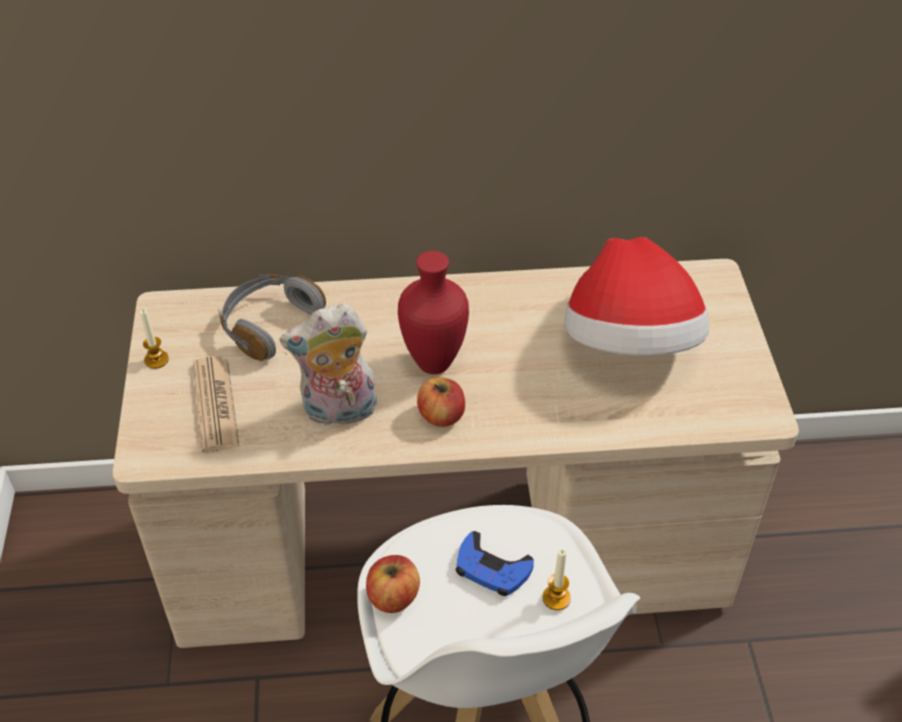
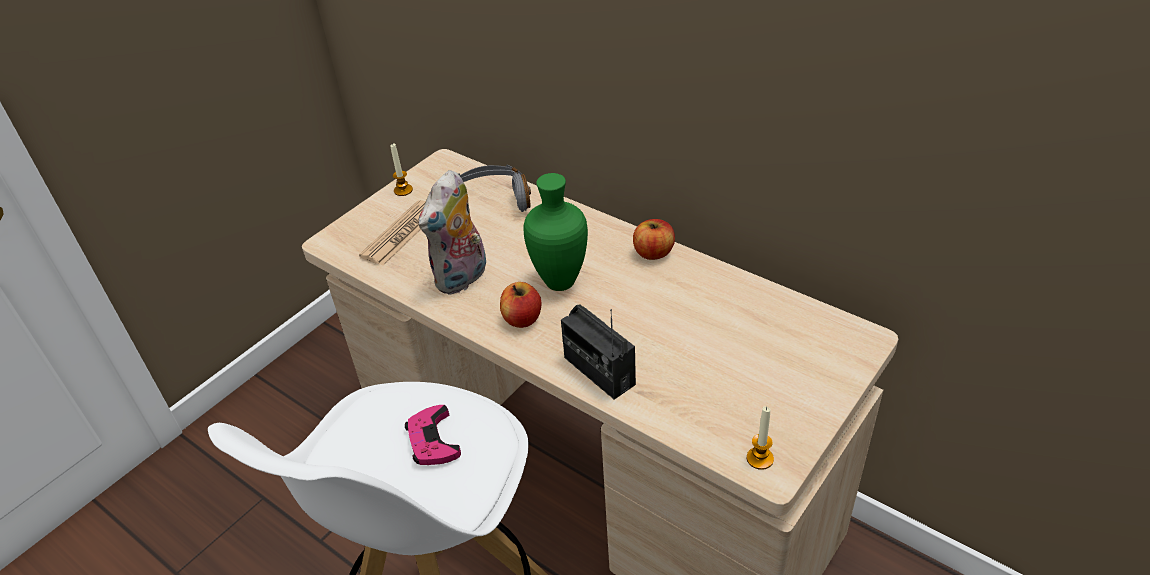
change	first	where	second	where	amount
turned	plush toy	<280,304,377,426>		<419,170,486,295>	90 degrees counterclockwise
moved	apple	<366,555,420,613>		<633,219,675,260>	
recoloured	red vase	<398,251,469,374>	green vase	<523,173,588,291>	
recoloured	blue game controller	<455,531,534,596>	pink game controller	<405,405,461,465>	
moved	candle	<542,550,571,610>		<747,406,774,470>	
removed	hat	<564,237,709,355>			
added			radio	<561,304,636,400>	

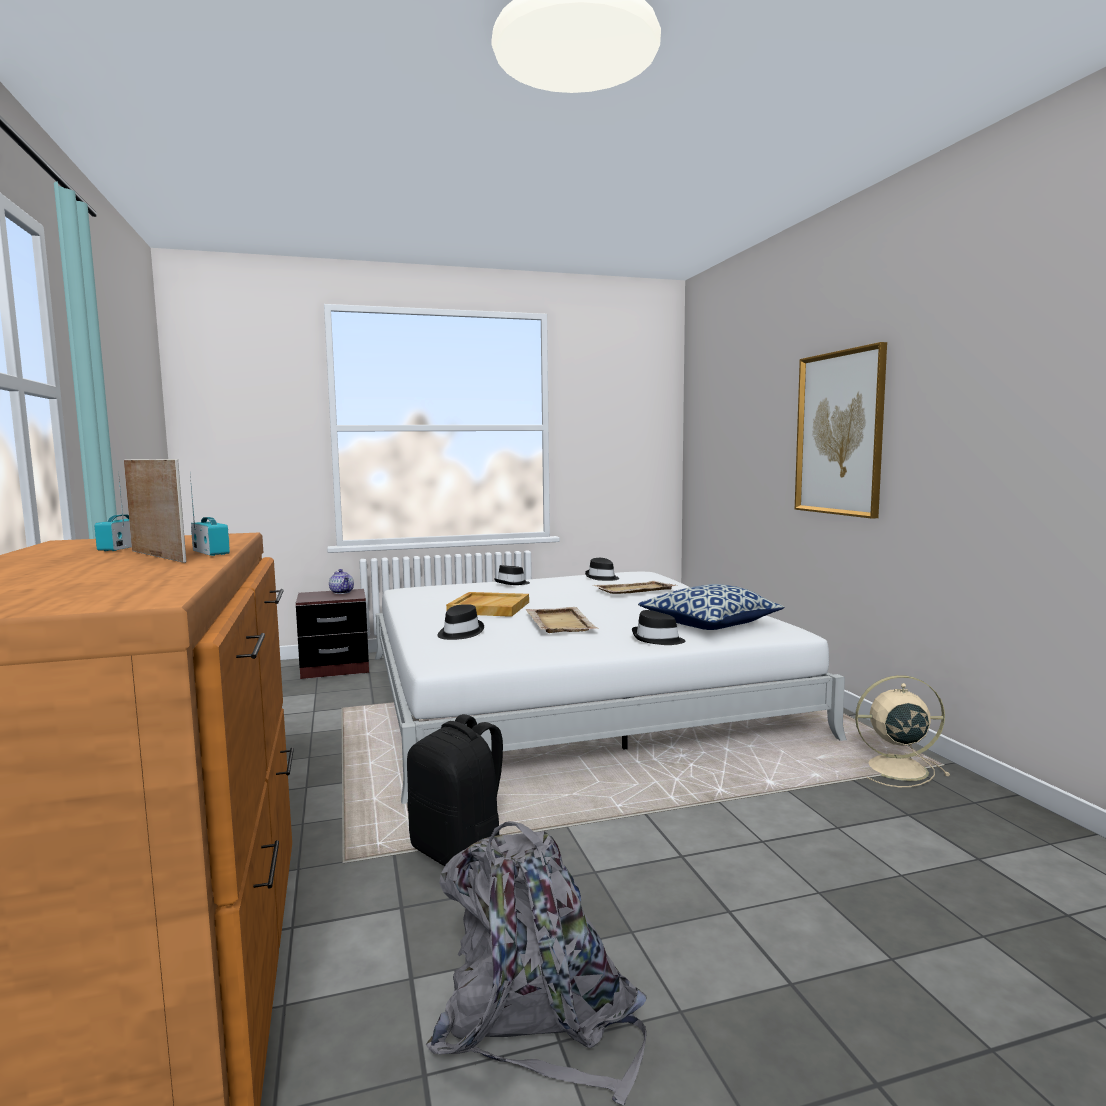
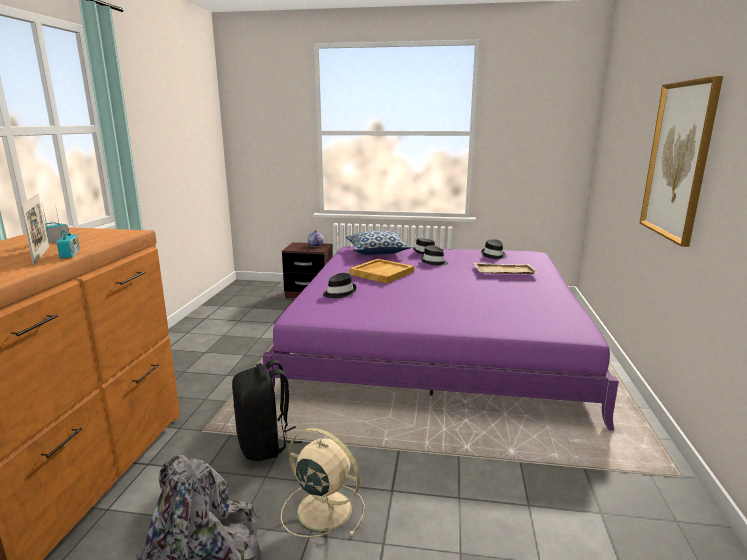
change	first	where	second	where	amount
recoloured	white bed	<375,572,847,804>	purple bed	<263,247,619,431>	
removed	beige tray	<525,607,599,633>			
moved	black hat	<632,610,685,645>		<420,245,448,266>	
moved	pillow	<638,584,785,630>		<346,231,411,255>	
moved	beige fan	<855,675,950,787>		<281,428,365,538>	

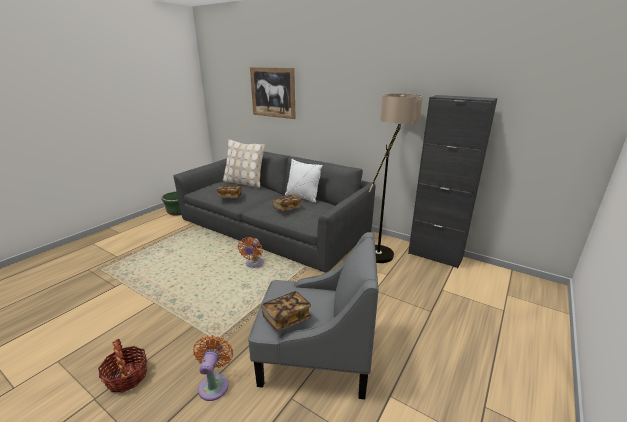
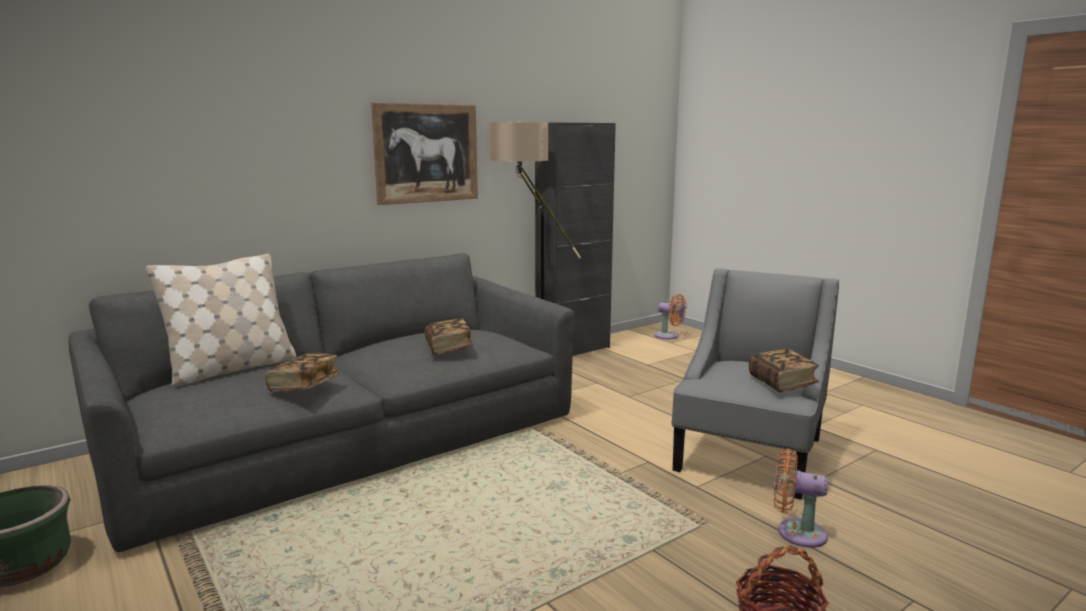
change	first	where	second	where	amount
moved	orange fan	<238,237,264,268>		<654,294,687,339>	
moved	picture	<250,67,296,119>		<371,102,478,205>	
removed	white pillow	<285,159,323,203>			

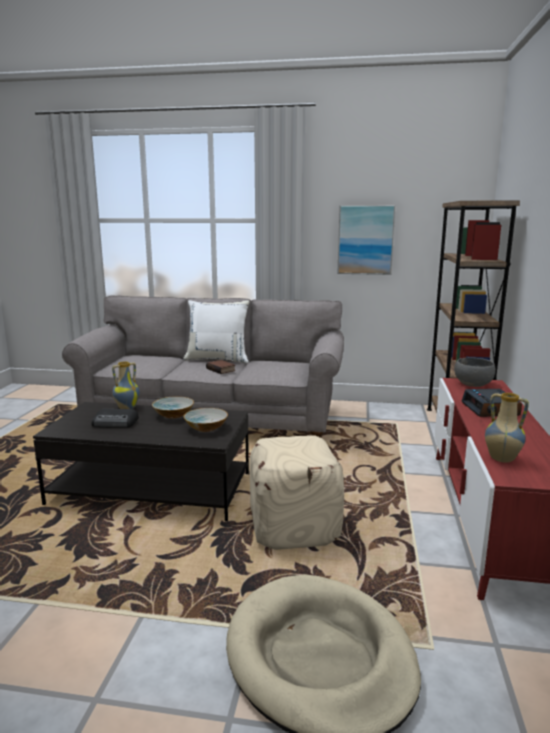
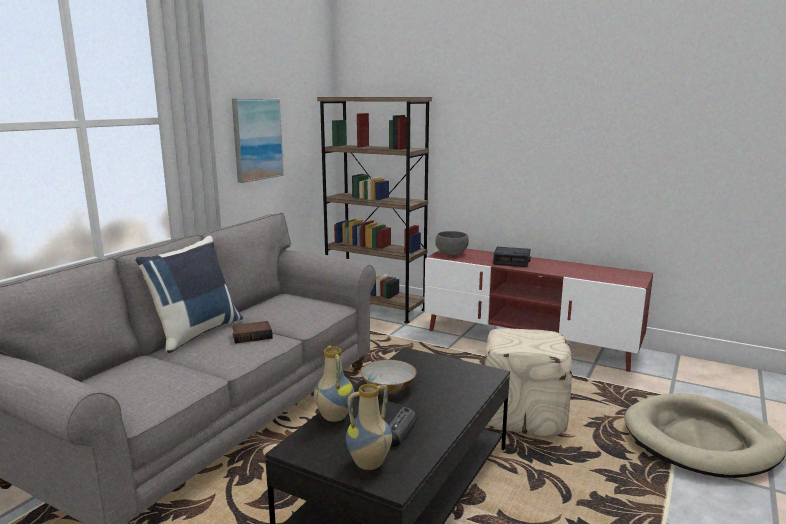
change	first	where	second	where	amount
recoloured	white pillow	<183,300,250,363>	blue pillow	<135,236,243,353>	
removed	bowl	<184,408,228,432>			
moved	vase	<485,393,529,463>		<346,384,392,470>	

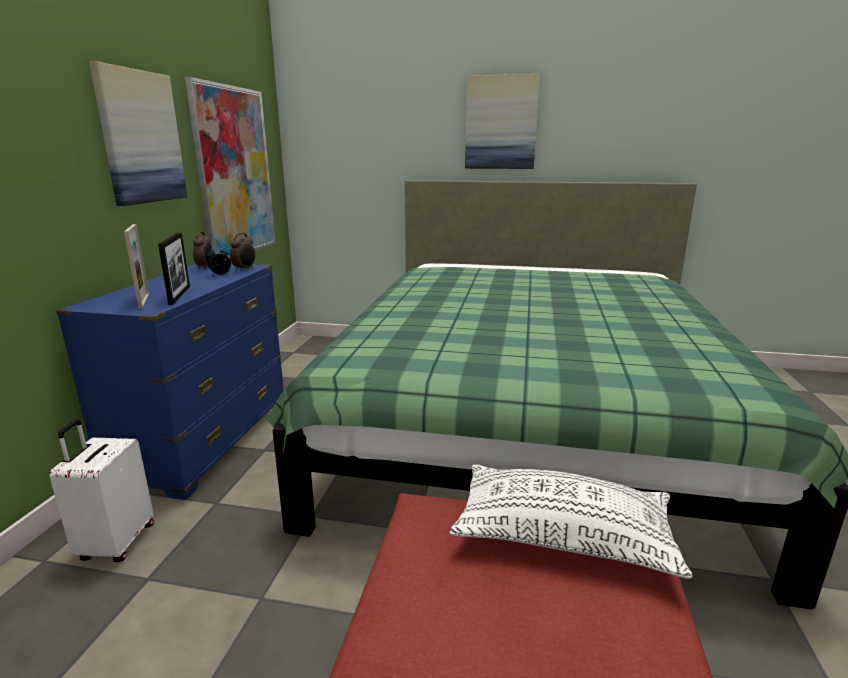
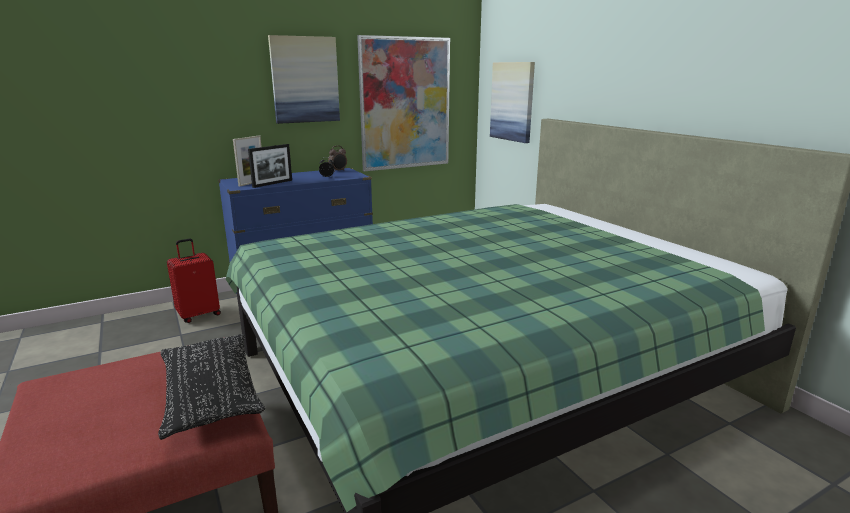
change	first	where	second	where	amount
recoloured	white suitcase	<49,419,154,562>	red suitcase	<167,238,221,323>	
removed	alarm clock	<230,233,255,271>			
recoloured	white pillow	<450,464,692,579>	black pillow	<158,334,265,440>	
moved	picture	<465,74,540,169>		<490,62,535,143>	

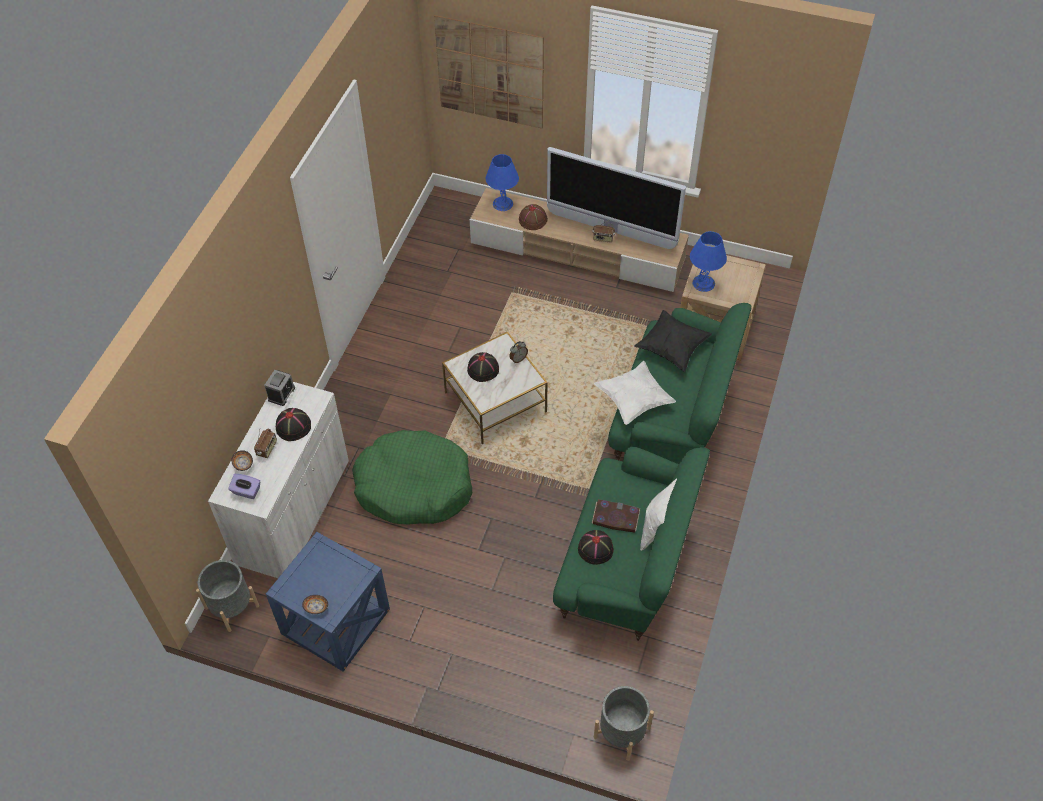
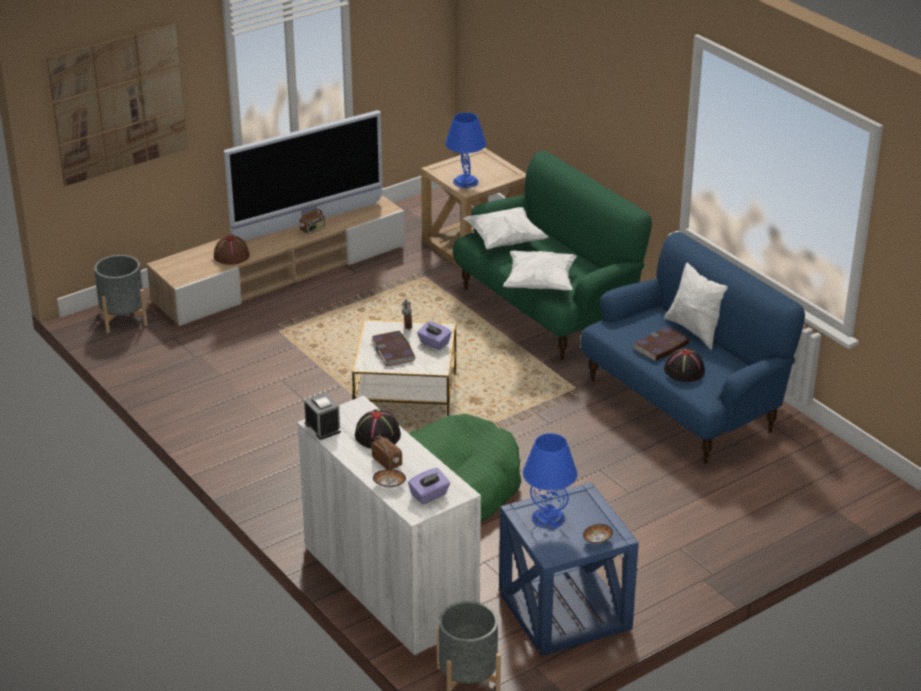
change	first	where	second	where	amount
replaced	black hat	<467,352,499,382>	book	<371,331,415,366>	
moved	blue table lamp	<486,154,519,211>		<523,433,577,529>	
recoloured	green sofa	<553,447,710,641>	blue sofa	<580,232,805,464>	
moved	grey planter	<594,686,654,761>		<94,255,148,333>	
recoloured	black pillow	<634,310,712,372>	white pillow	<464,207,548,249>	
added			purple tissue box	<417,321,452,350>	

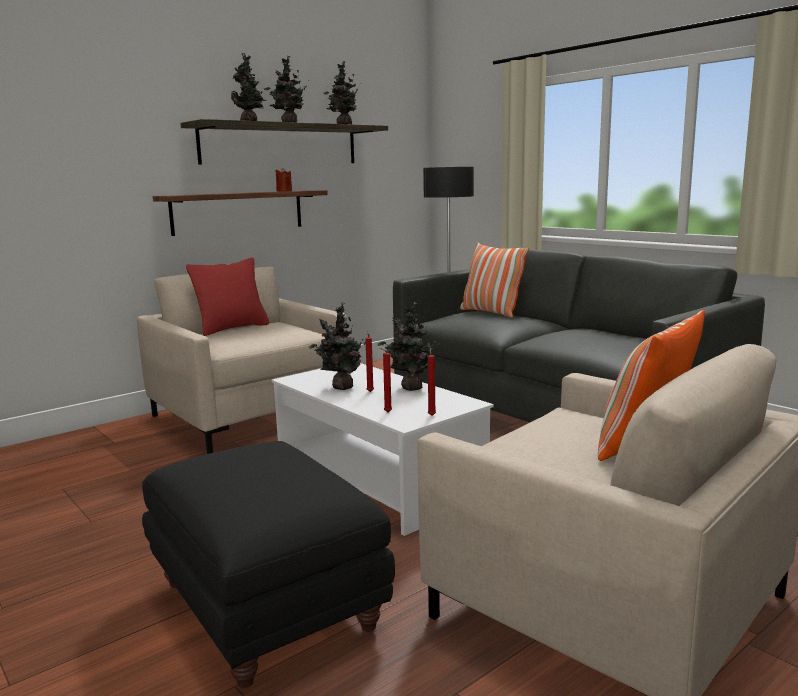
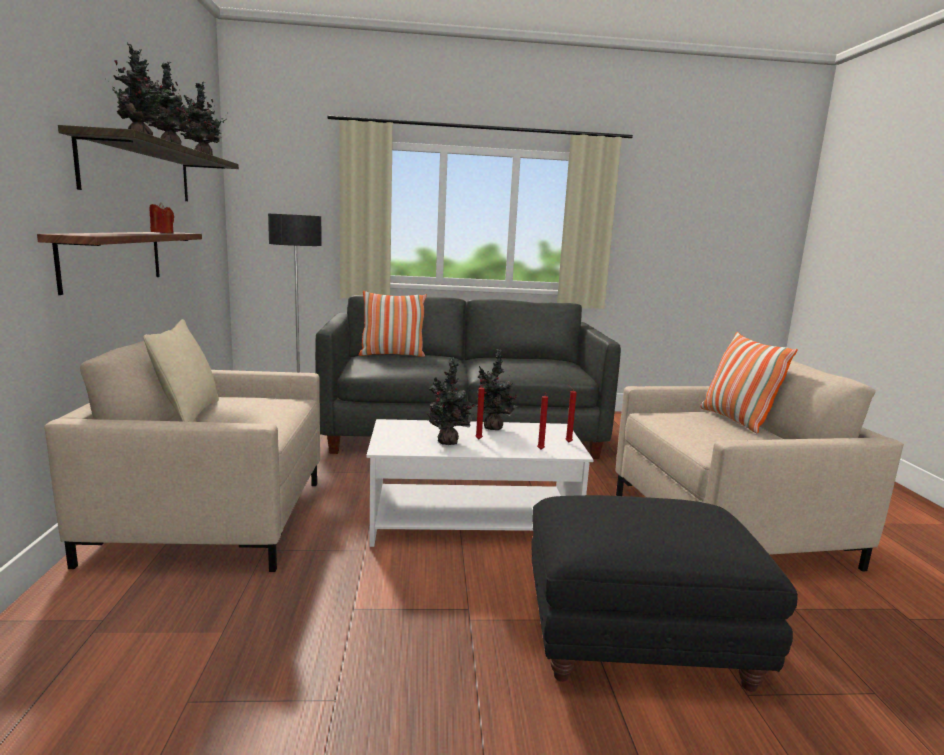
change	first	where	second	where	amount
recoloured	red pillow	<186,257,269,336>	beige pillow	<143,319,219,422>	

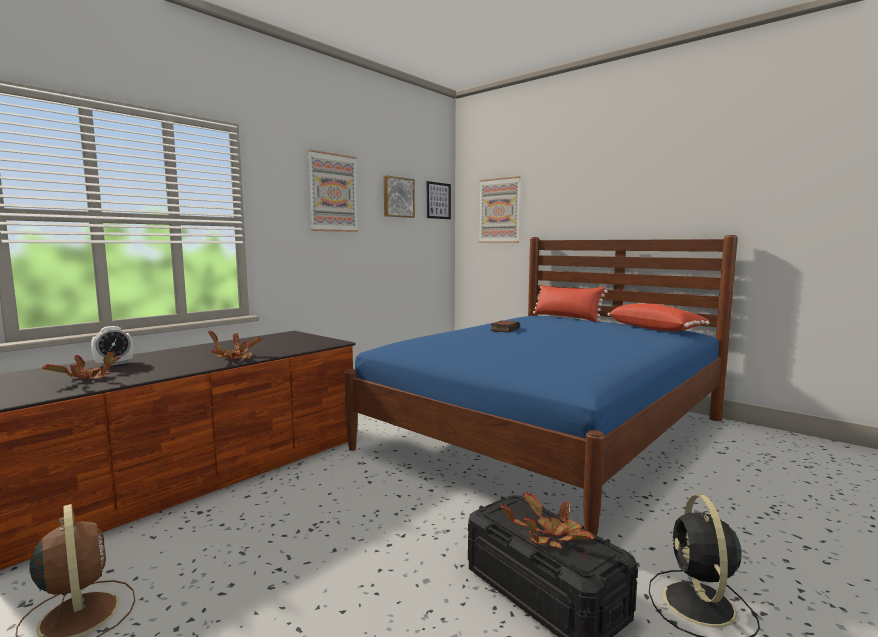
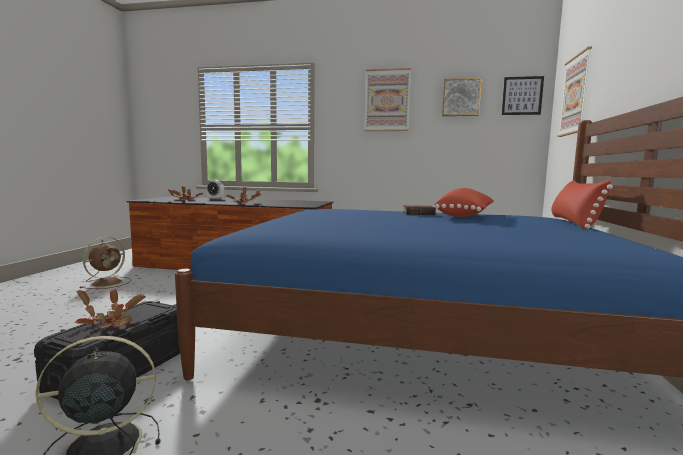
change	first	where	second	where	amount
moved	red pillow	<607,303,710,331>		<435,188,494,217>	

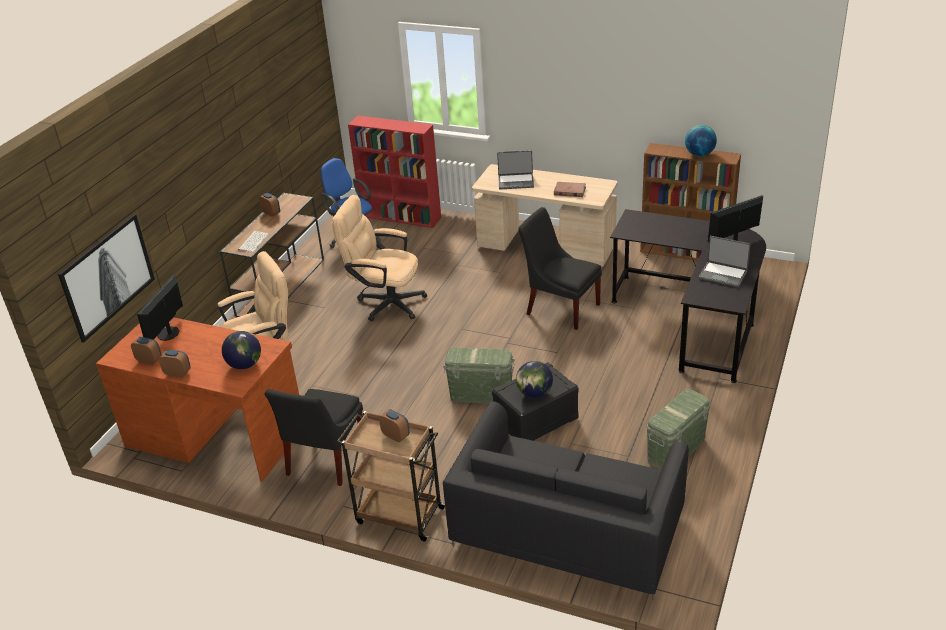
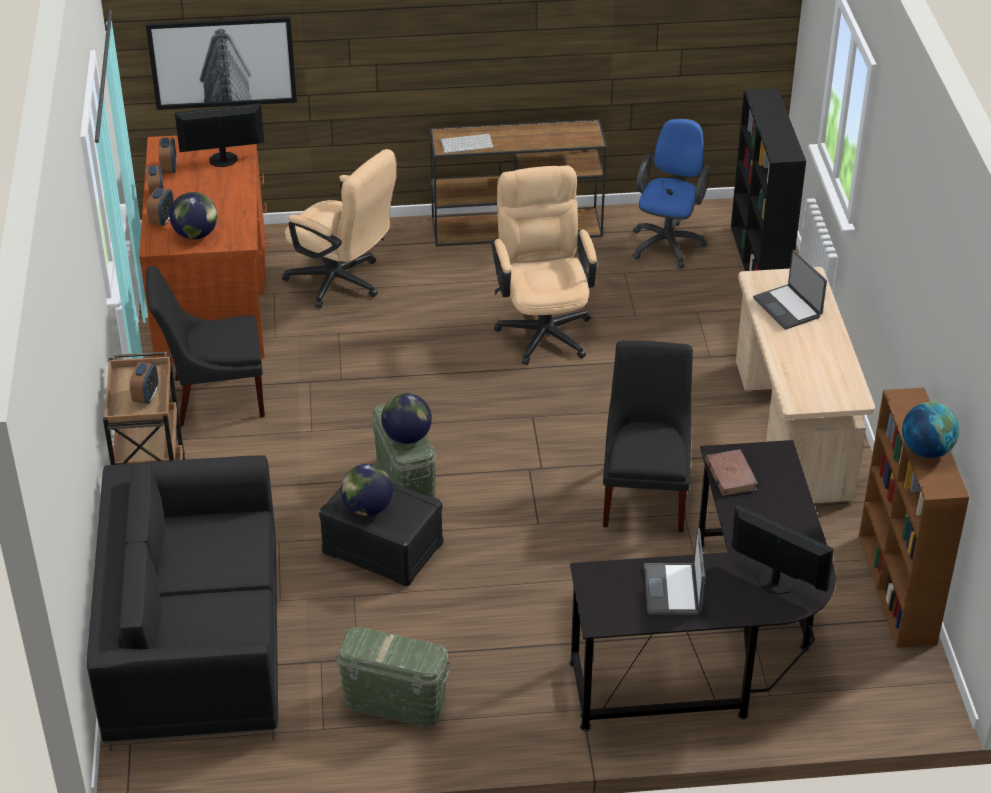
change	first	where	second	where	amount
moved	alarm clock	<259,193,280,217>		<147,188,174,226>	
recoloured	red bookcase	<348,116,441,228>	black bookcase	<731,88,806,271>	
moved	brown book	<554,182,586,197>		<705,449,758,496>	
added			globe	<381,393,432,444>	

